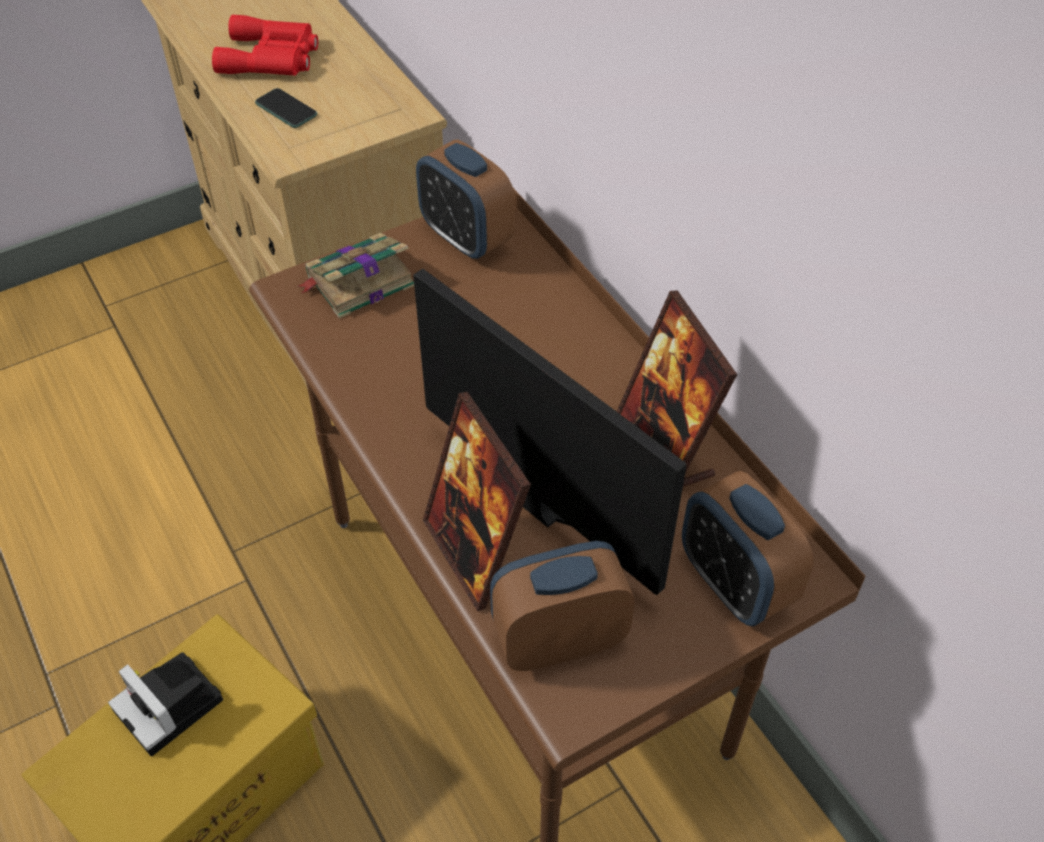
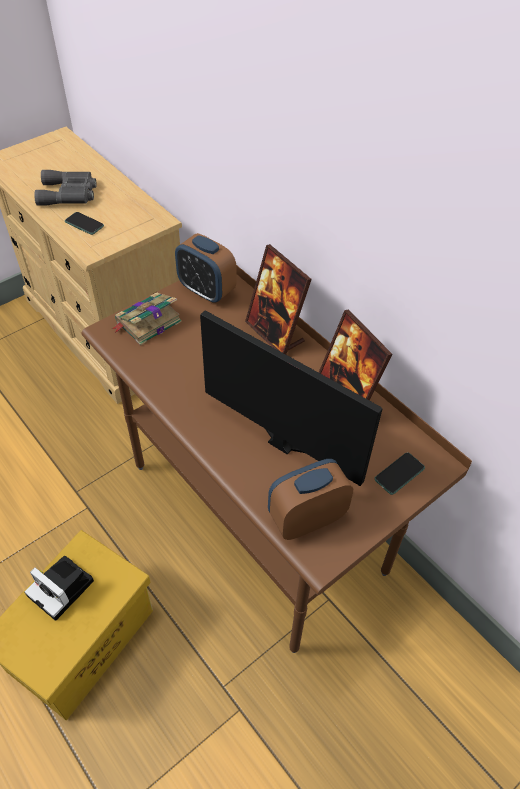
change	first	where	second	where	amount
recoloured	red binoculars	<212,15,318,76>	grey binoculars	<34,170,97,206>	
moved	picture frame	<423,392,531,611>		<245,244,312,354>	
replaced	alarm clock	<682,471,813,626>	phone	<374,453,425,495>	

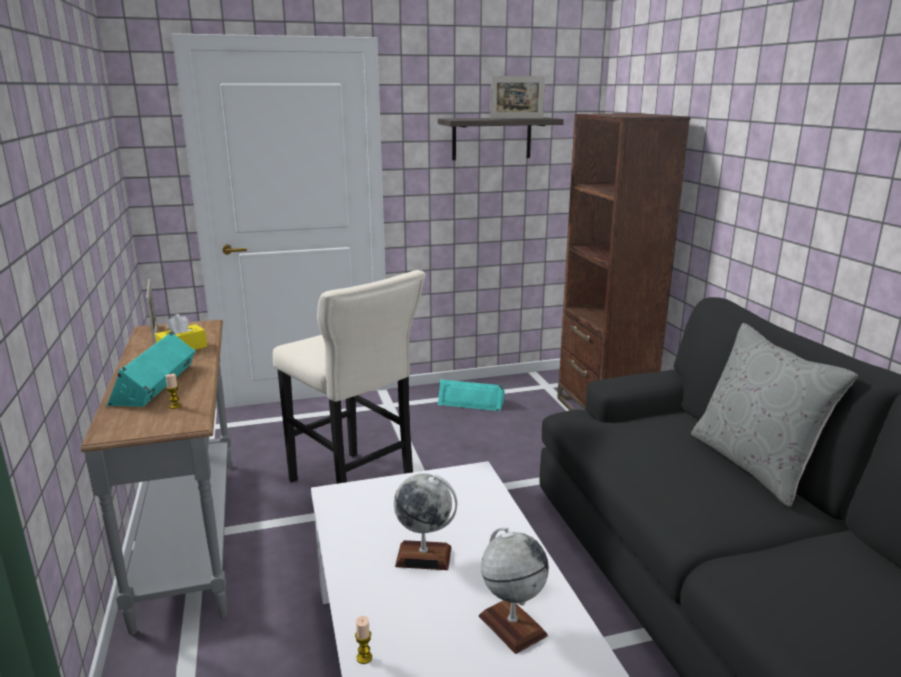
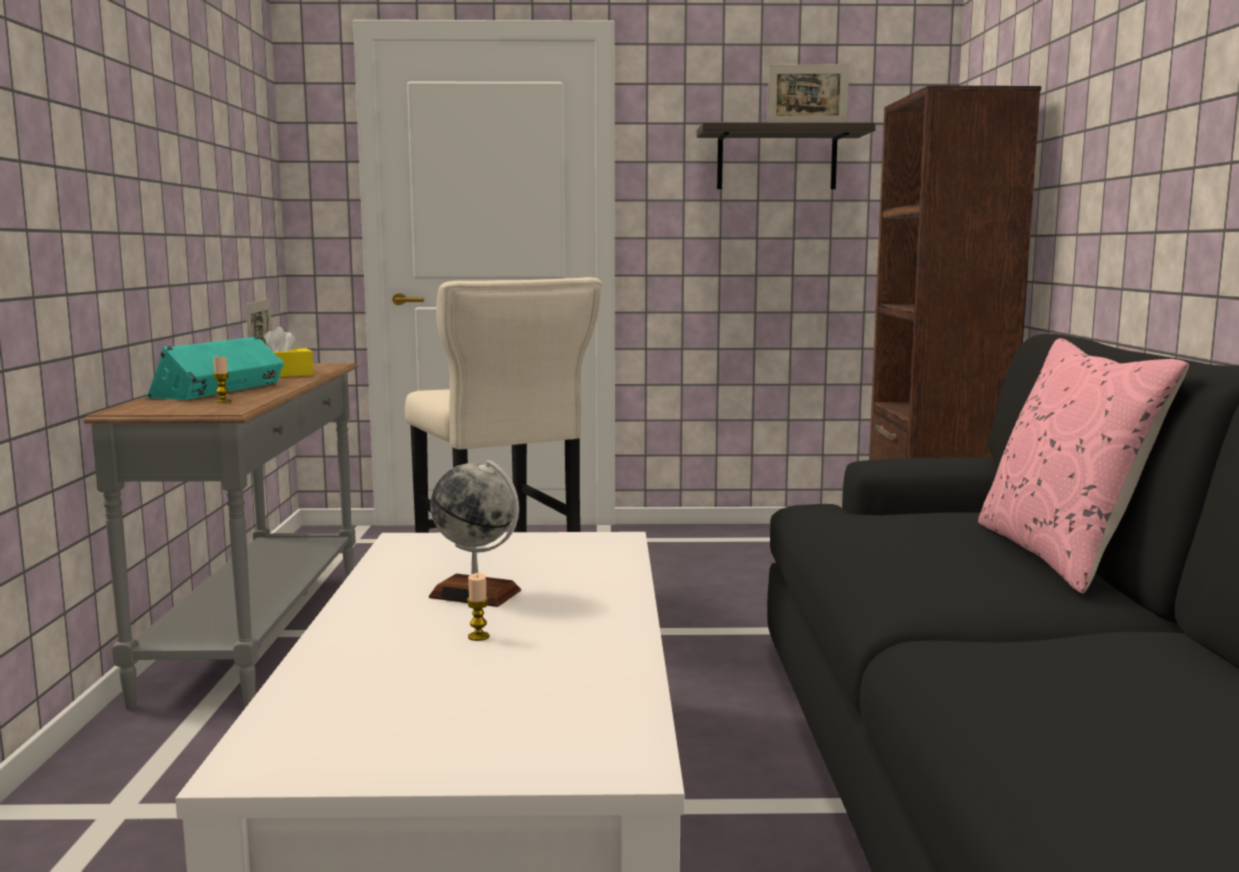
change	first	where	second	where	amount
moved	candle	<355,616,372,664>		<467,573,490,641>	
removed	turquoise speaker	<438,379,505,411>			
removed	globe	<479,527,549,654>			
recoloured	grey pillow	<691,323,858,507>	pink pillow	<978,338,1189,593>	

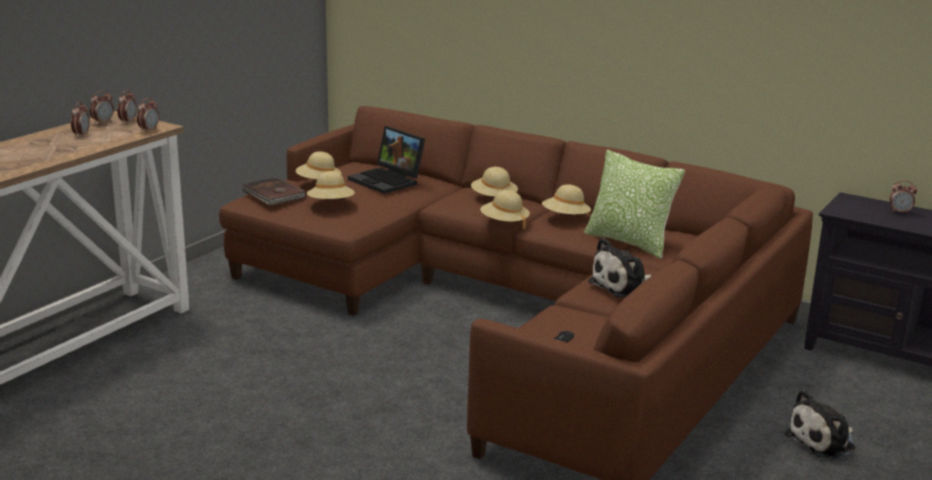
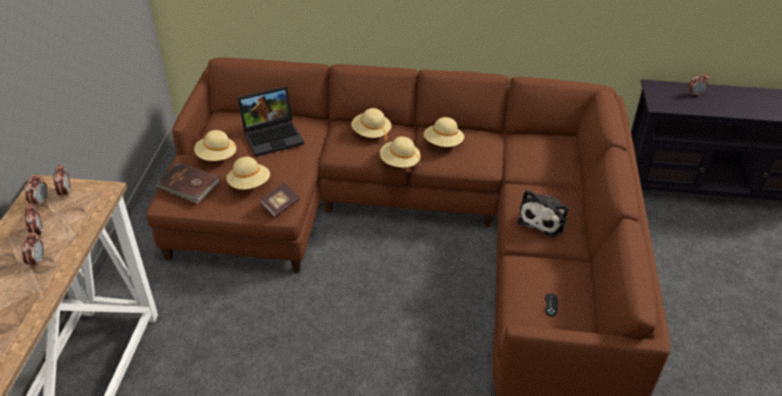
change	first	where	second	where	amount
moved	alarm clock	<137,98,159,133>		<21,231,44,268>	
turned	laptop	<348,126,425,194>		<237,86,304,157>	45 degrees counterclockwise
removed	pillow	<584,150,685,258>			
removed	plush toy	<784,390,855,459>			
added			book	<260,182,300,217>	

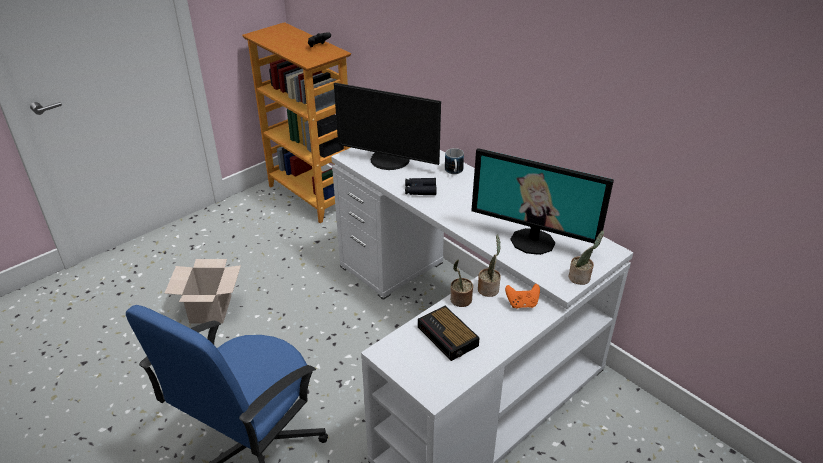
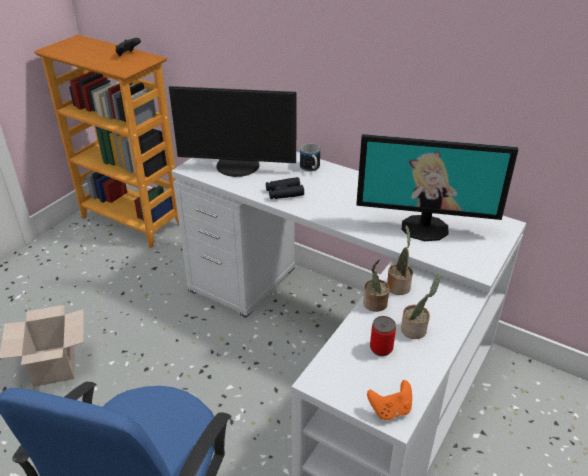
change	first	where	second	where	amount
replaced	alarm clock	<418,306,479,361>	can	<370,316,396,356>	
moved	orange game controller	<505,284,540,308>		<367,380,412,420>	
moved	potted plant	<569,231,604,285>		<401,274,441,339>	

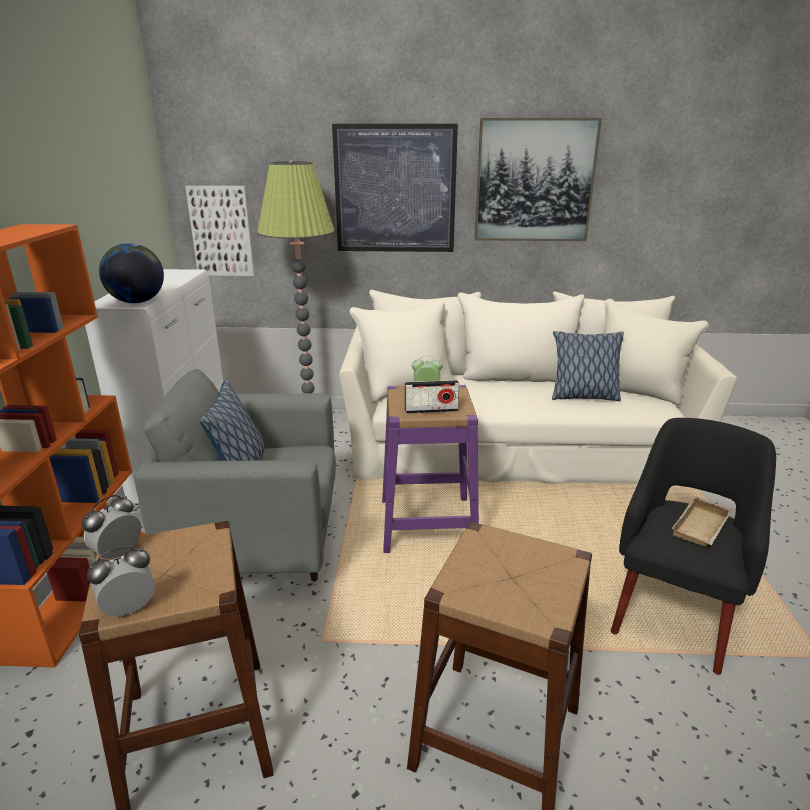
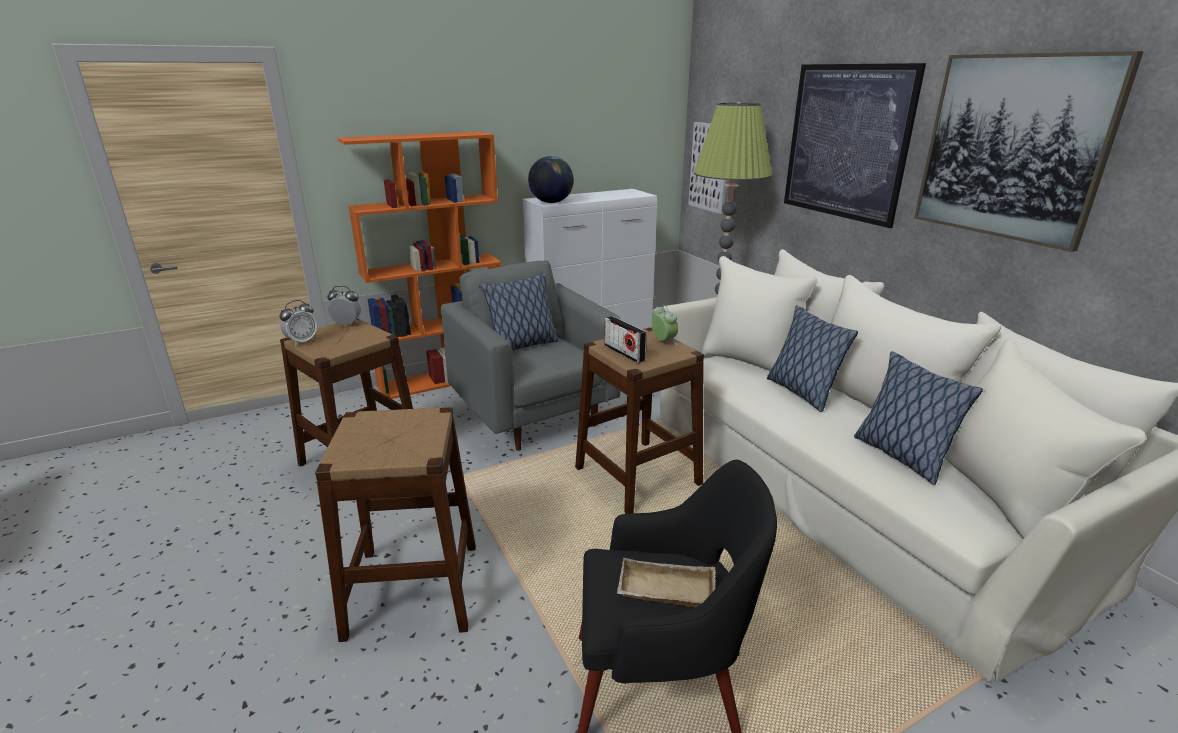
change	first	where	second	where	amount
turned	alarm clock	<87,546,155,616>		<280,300,317,346>	105 degrees clockwise
recoloured	purple stool	<382,385,479,553>	brown stool	<575,327,704,514>	
added			pillow	<767,305,858,412>	

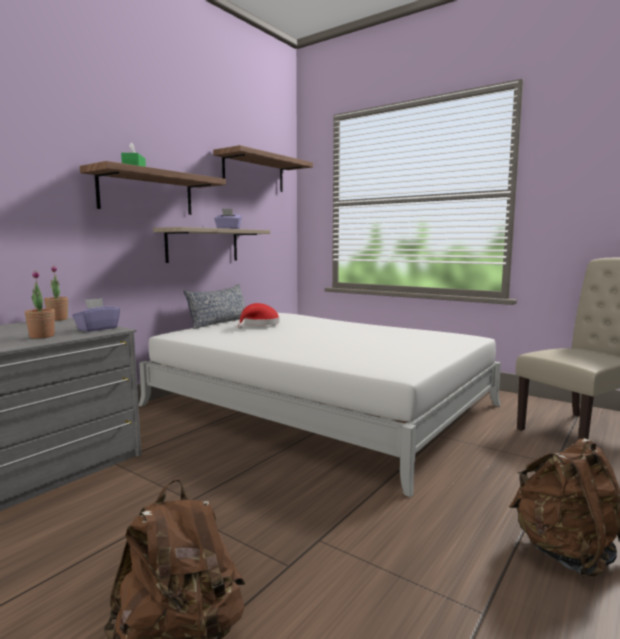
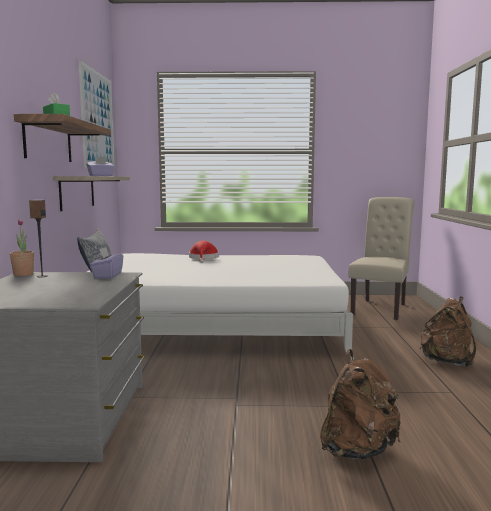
change	first	where	second	where	amount
removed	potted plant	<25,271,55,339>			
replaced	shelf	<213,145,313,192>	picture	<78,60,115,170>	
moved	red hat	<237,303,280,329>		<189,241,219,263>	
added			speaker	<29,200,48,277>	

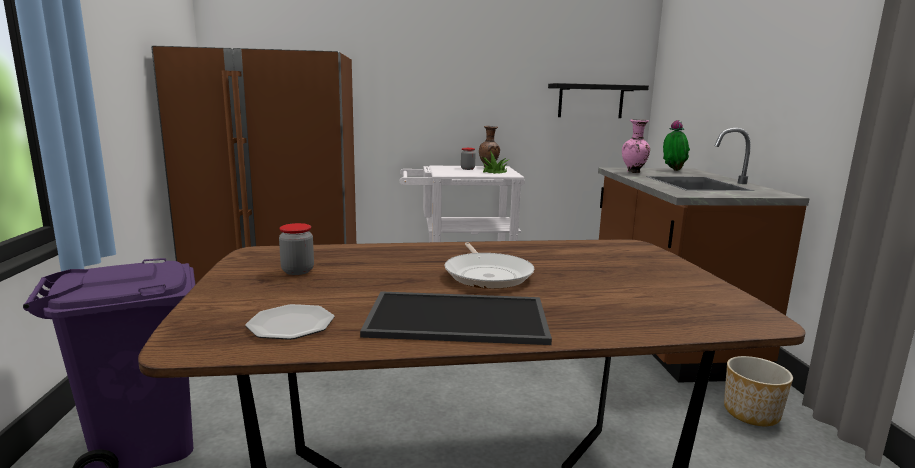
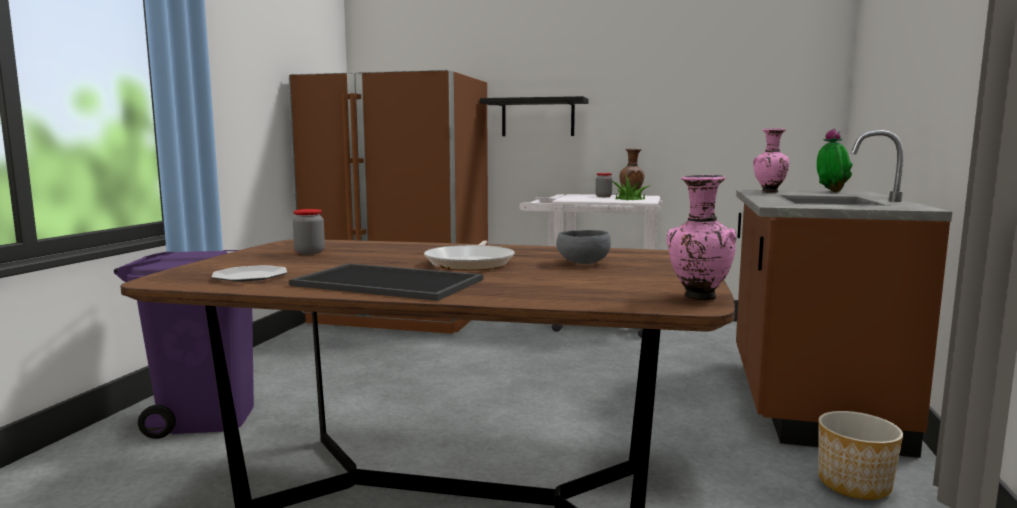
change	first	where	second	where	amount
moved	black shelf	<548,83,649,118>		<480,96,588,136>	
added			grey bowl	<556,230,611,264>	
added			pink vase	<667,175,736,300>	

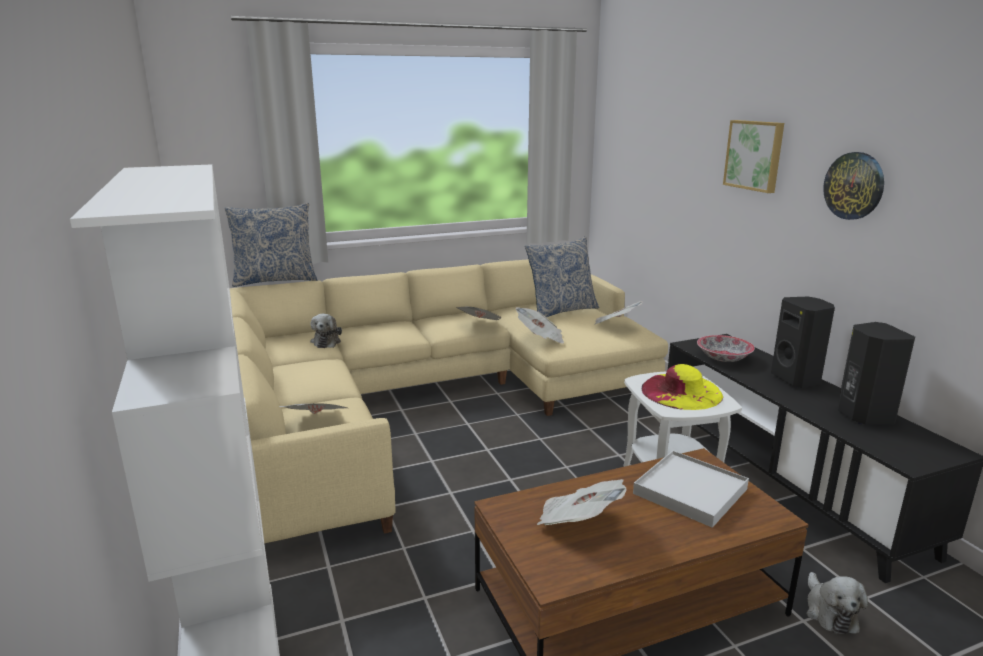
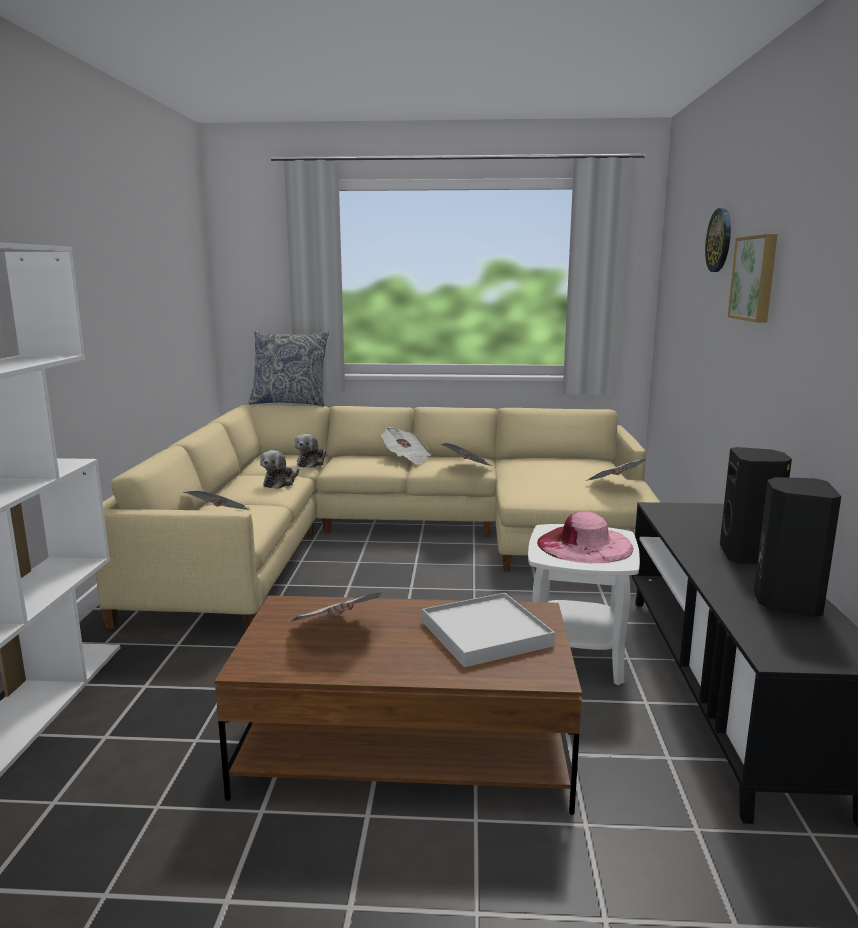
change	first	where	second	where	amount
moved	newspaper	<515,307,564,343>		<381,427,431,464>	
removed	pillow	<525,237,599,317>			
recoloured	yellow hat	<642,364,723,410>	pink hat	<537,511,633,564>	
removed	bowl	<697,335,755,362>			
moved	plush toy	<807,572,868,634>		<260,450,299,489>	
moved	wall clock	<823,152,884,220>		<705,208,731,272>	

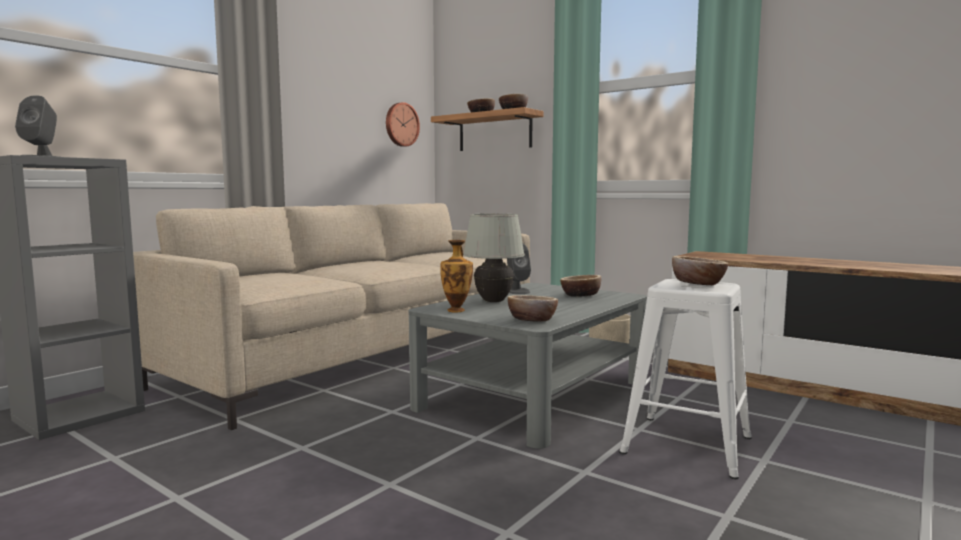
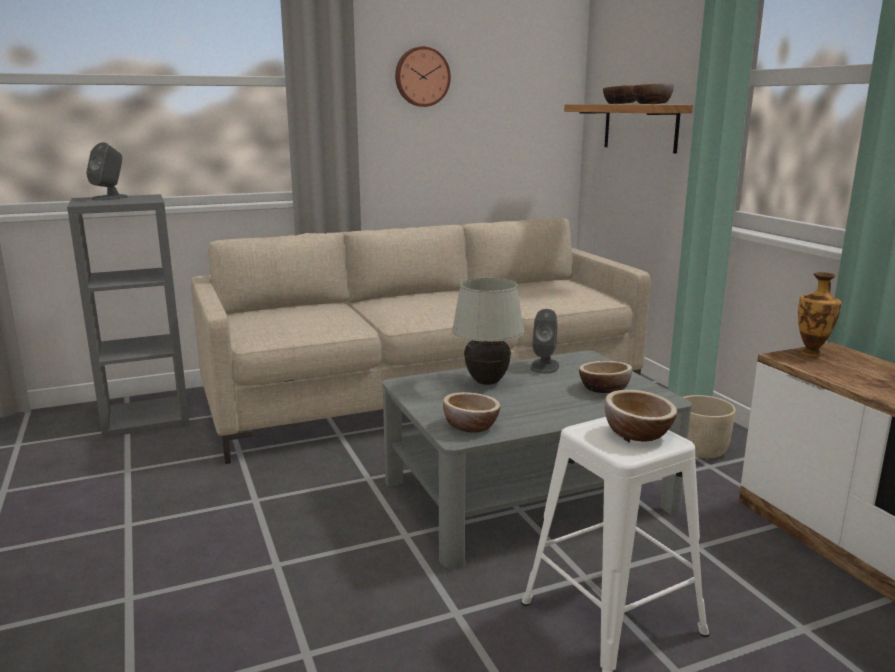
change	first	where	second	where	amount
moved	wall clock	<386,102,420,147>		<395,46,451,107>	
moved	vase	<440,240,473,312>		<798,272,842,356>	

